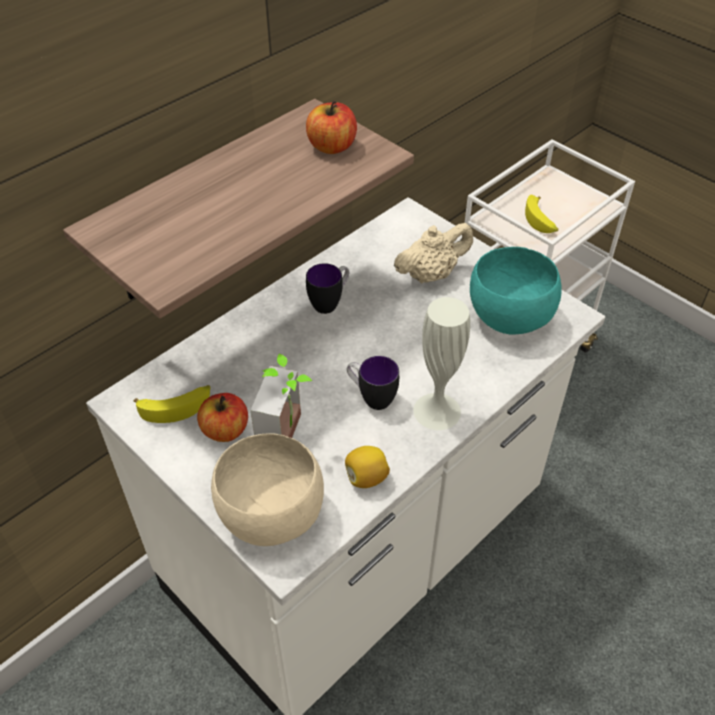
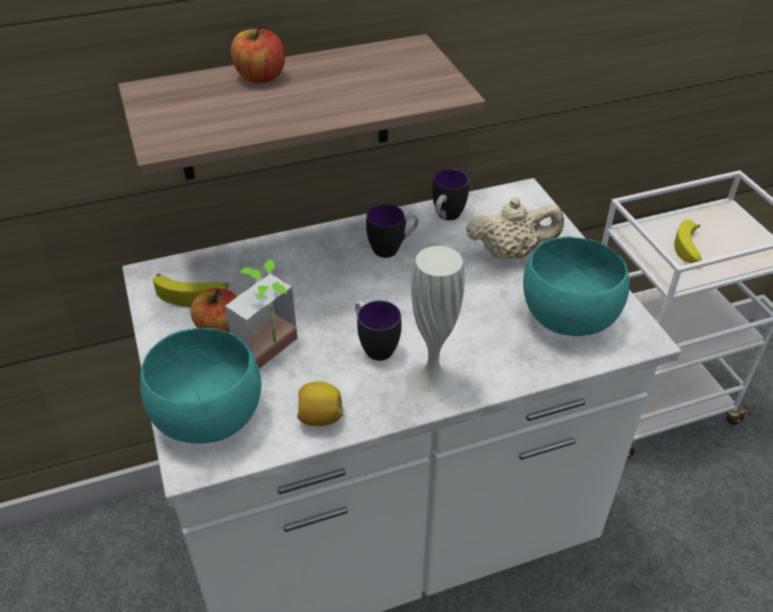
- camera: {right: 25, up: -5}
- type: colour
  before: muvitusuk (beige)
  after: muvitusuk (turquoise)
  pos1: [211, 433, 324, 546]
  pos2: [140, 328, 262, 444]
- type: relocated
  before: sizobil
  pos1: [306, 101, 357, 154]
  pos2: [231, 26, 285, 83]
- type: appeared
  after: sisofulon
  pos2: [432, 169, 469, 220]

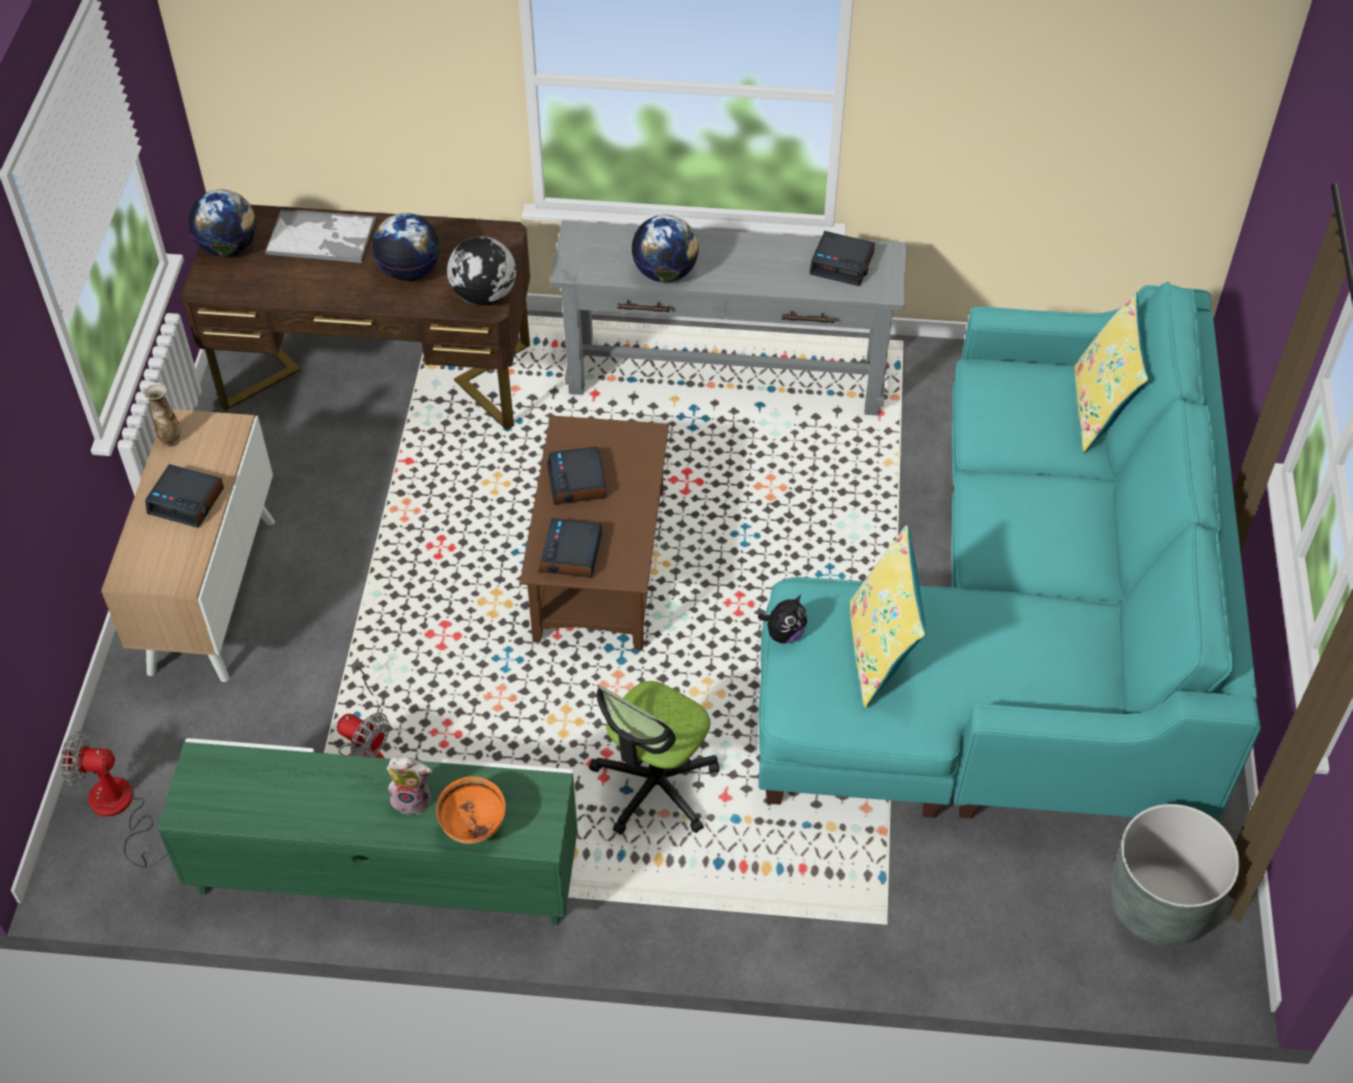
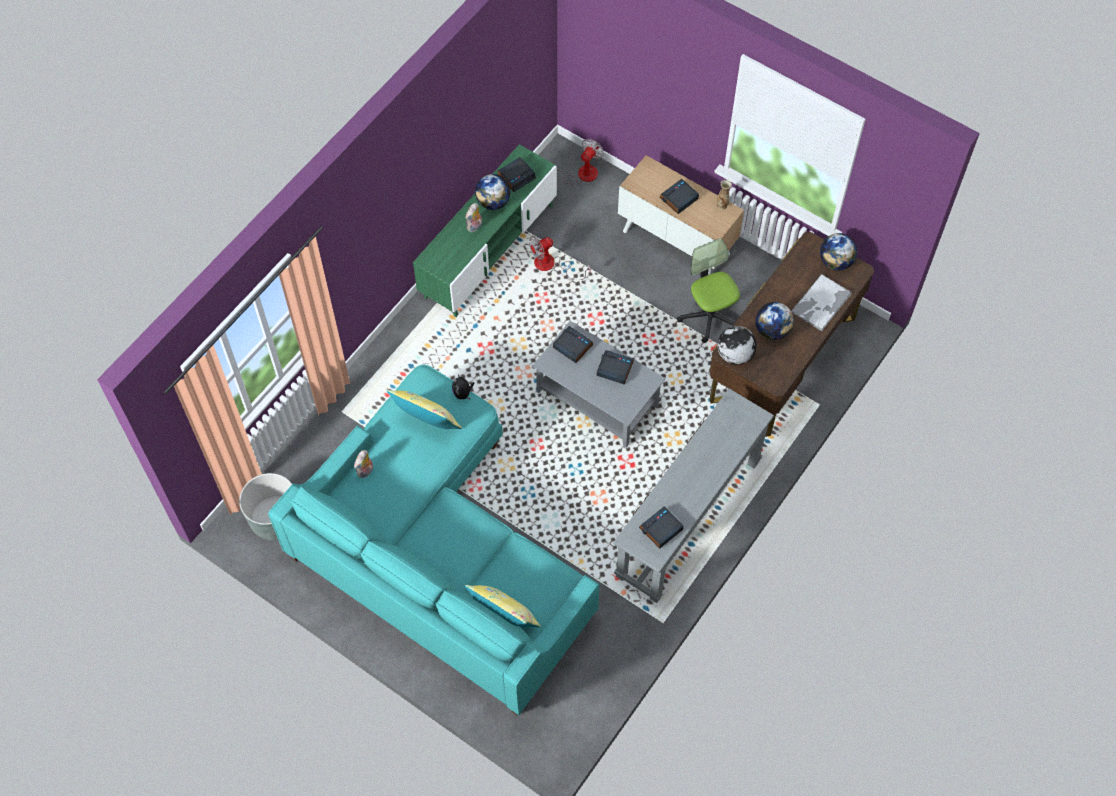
- camera: {right: 120, up: 10}
- type: missing
  before: muvitusuk (orange)
  pos1: [436, 776, 506, 844]
- type: colour
  before: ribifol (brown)
  after: ribifol (grey)
  pos1: [520, 415, 669, 651]
  pos2: [532, 321, 666, 448]
- type: relocated
  before: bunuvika
  pos1: [589, 681, 719, 835]
  pos2: [677, 239, 740, 343]
- type: relocated
  before: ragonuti
  pos1: [631, 215, 699, 283]
  pos2: [475, 174, 511, 210]
- type: appeared
  after: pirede
  pos2: [354, 450, 374, 478]
- type: appeared
  after: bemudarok
  pos2: [497, 157, 536, 192]

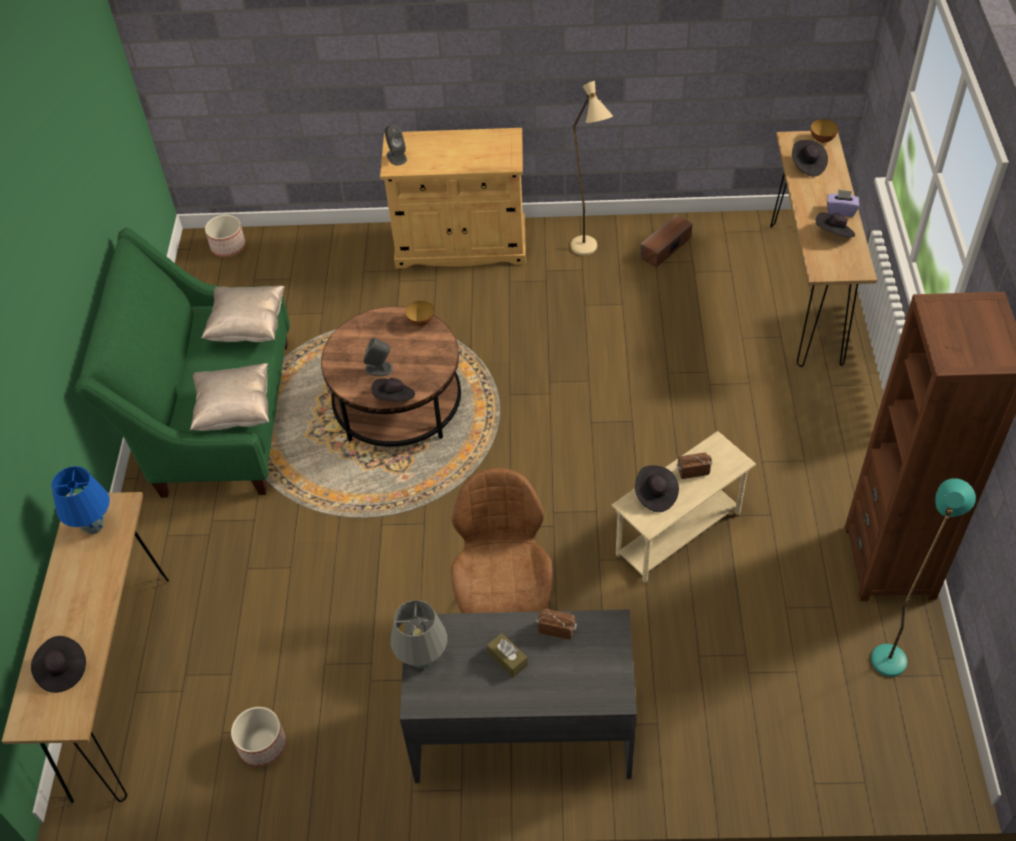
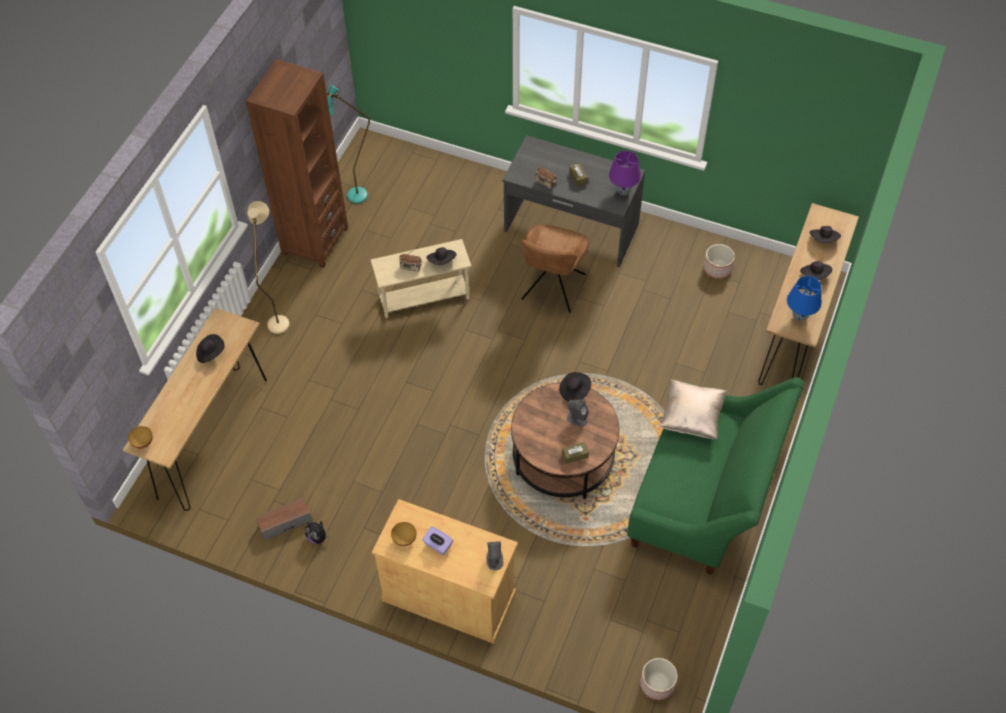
- camera: {right: -160, up: 5}
- type: missing
  before: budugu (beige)
  pos1: [201, 286, 285, 342]
- type: colour
  before: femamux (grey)
  after: femamux (purple)
  pos1: [391, 600, 447, 668]
  pos2: [609, 151, 641, 195]
- type: relocated
  before: muvitusuk
  pos1: [405, 301, 434, 326]
  pos2: [391, 522, 416, 546]
- type: relocated
  before: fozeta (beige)
  pos1: [571, 81, 613, 256]
  pos2: [247, 201, 289, 334]
- type: relocated
  before: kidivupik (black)
  pos1: [792, 140, 828, 177]
  pos2: [800, 261, 832, 280]
- type: relocated
  before: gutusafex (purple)
  pos1: [827, 189, 859, 217]
  pos2: [422, 526, 453, 555]
- type: appeared
  after: pirede
  pos2: [305, 521, 330, 544]
- type: appeared
  after: gutusafex (brown)
  pos2: [562, 442, 589, 464]

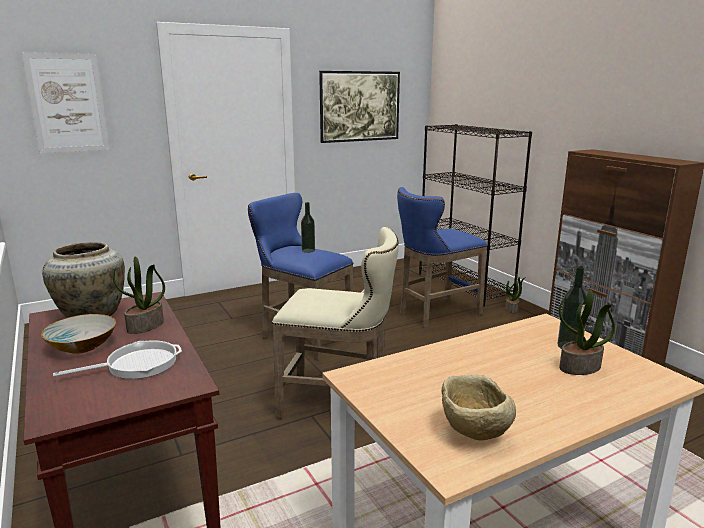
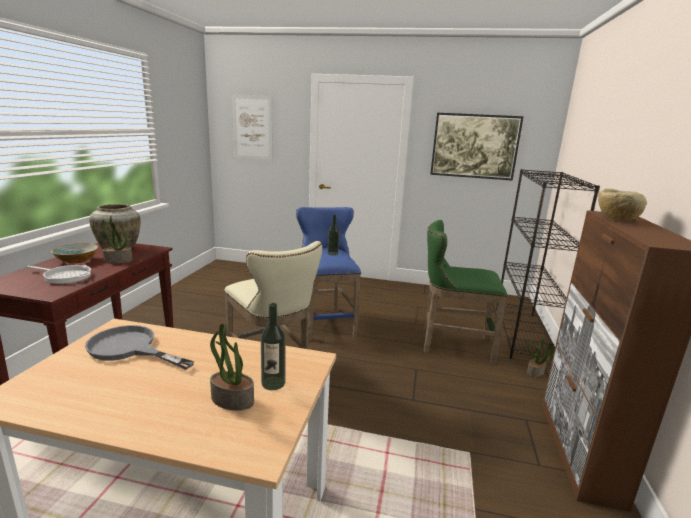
- camera: {right: 40, up: 0}
- type: colour
  before: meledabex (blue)
  after: meledabex (green)
  pos1: [397, 187, 487, 328]
  pos2: [423, 220, 508, 364]
- type: relocated
  before: muvitusuk (beige)
  pos1: [441, 374, 516, 441]
  pos2: [598, 189, 647, 221]
- type: appeared
  after: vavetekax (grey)
  pos2: [85, 325, 194, 370]

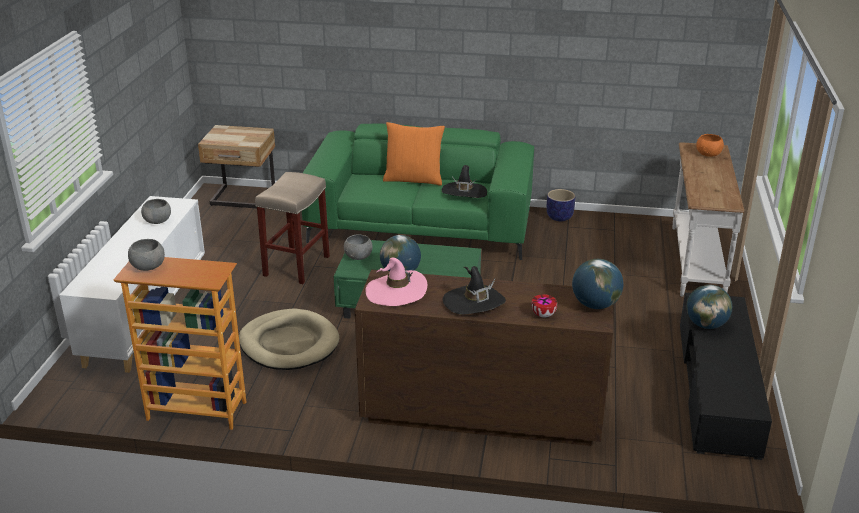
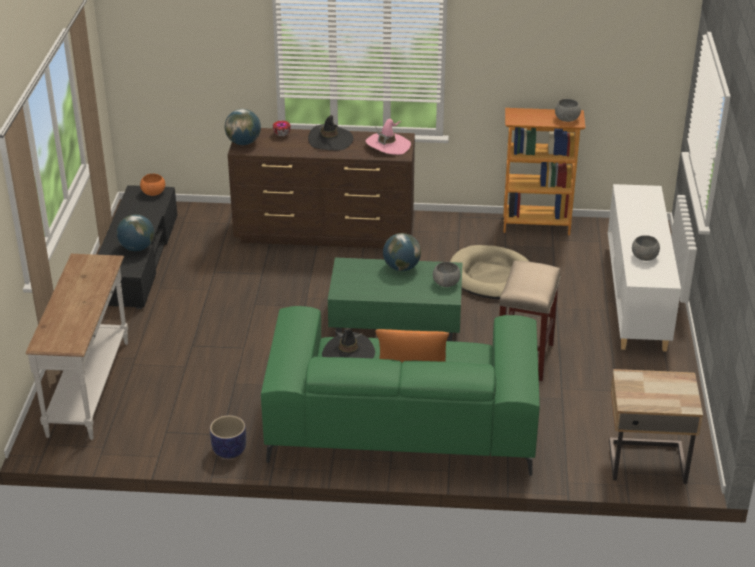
- camera: {right: 175, up: 5}
- type: relocated
  before: muvitusuk (orange)
  pos1: [696, 134, 724, 157]
  pos2: [140, 174, 165, 196]

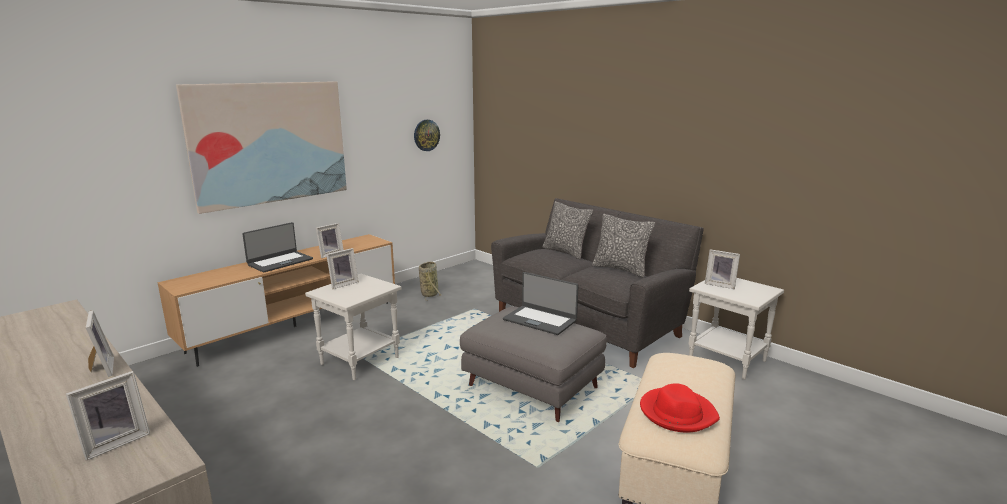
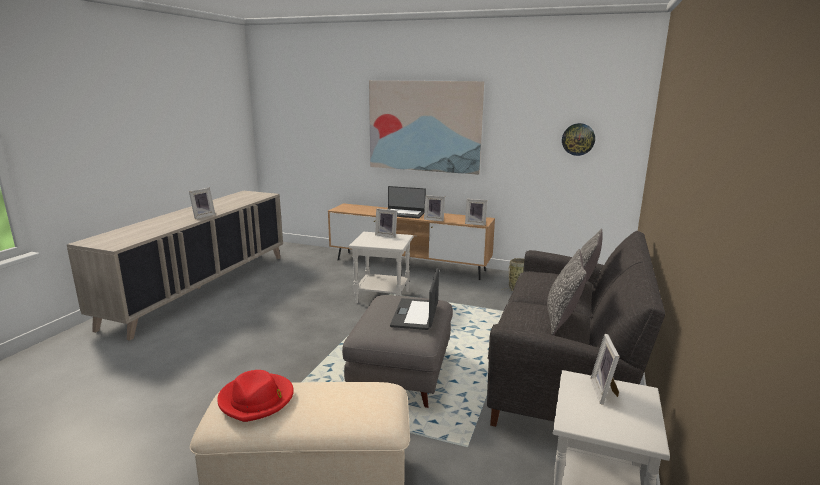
- camera: {right: 65, up: 0}
- type: relocated
  before: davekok
  pos1: [66, 371, 150, 461]
  pos2: [465, 199, 487, 226]

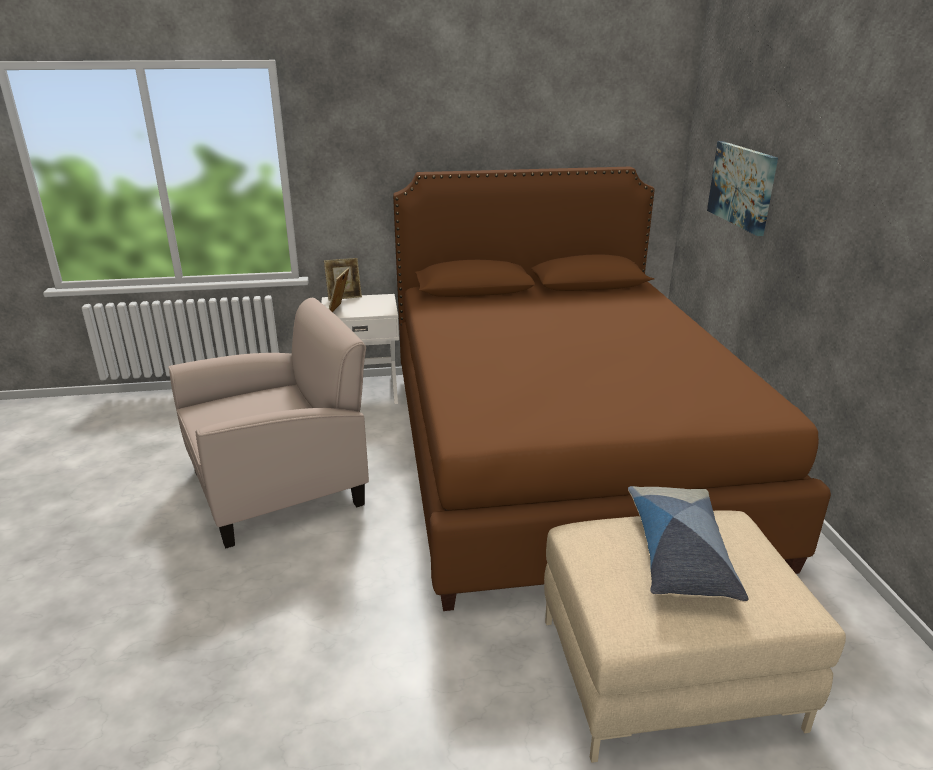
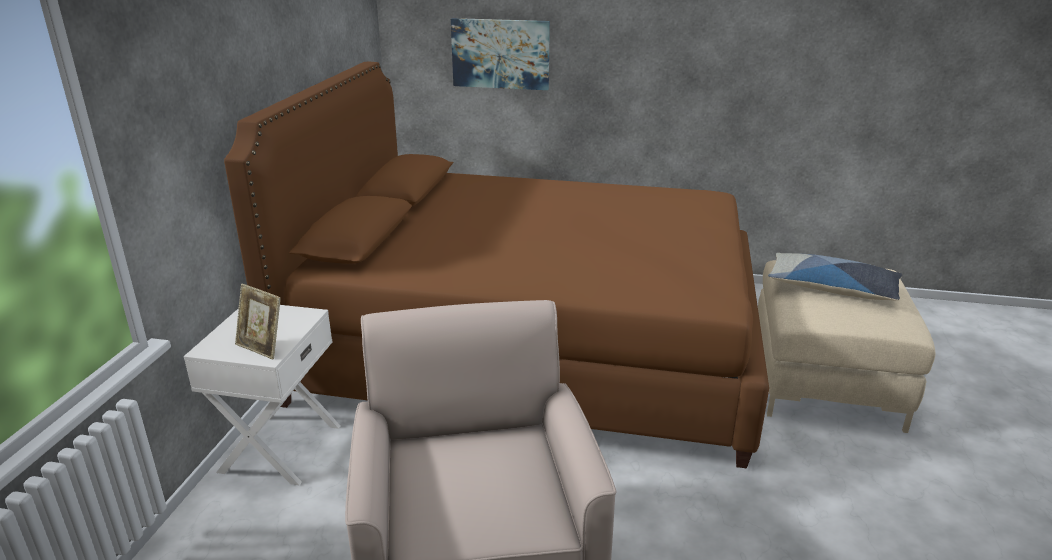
- camera: {right: -70, up: 0}
- type: missing
  before: davekok
  pos1: [324, 258, 362, 301]

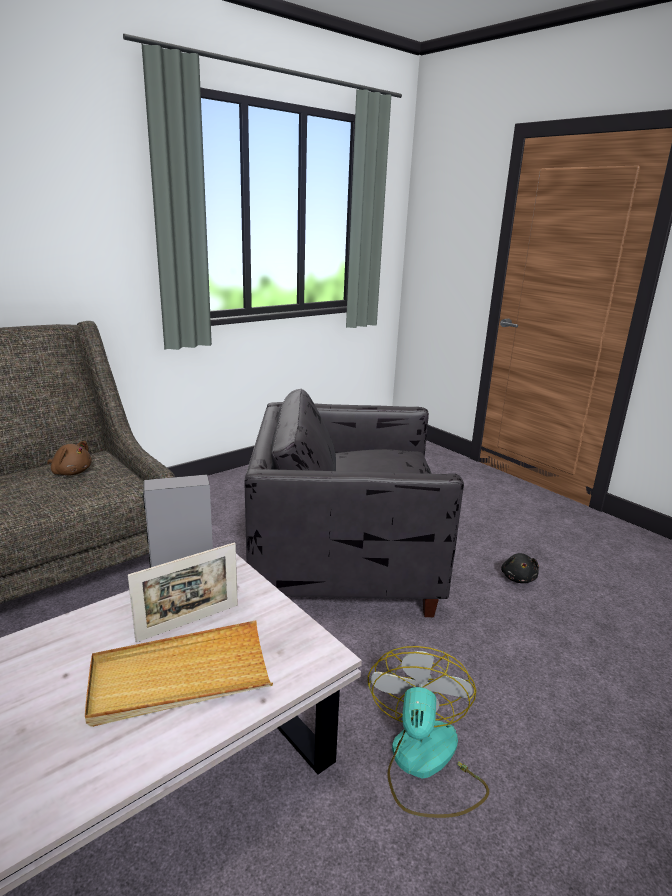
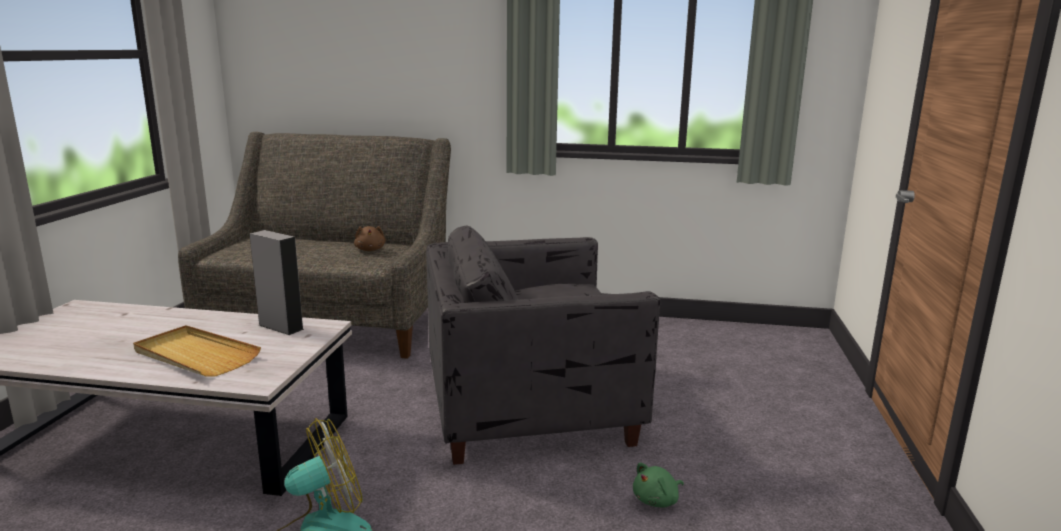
- camera: {right: 50, up: -5}
- type: missing
  before: davekok
  pos1: [128, 542, 238, 643]
- type: spun
  before: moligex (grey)
  pos1: [244, 389, 464, 617]
  pos2: [426, 225, 660, 465]
  turn: -60
- type: colour
  before: pirede (black)
  after: pirede (green)
  pos1: [501, 553, 539, 583]
  pos2: [633, 463, 684, 507]

